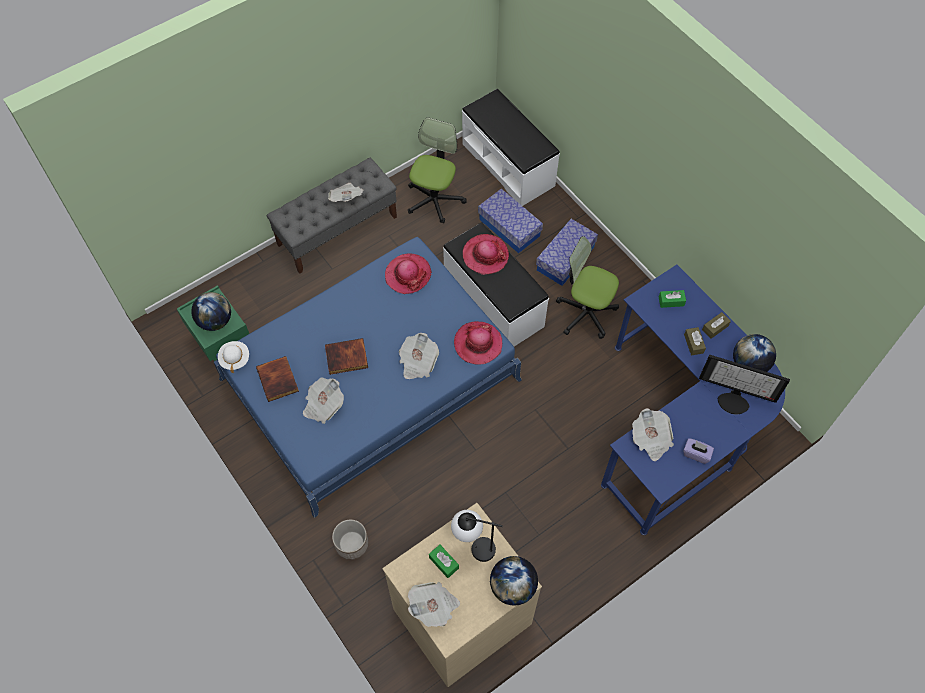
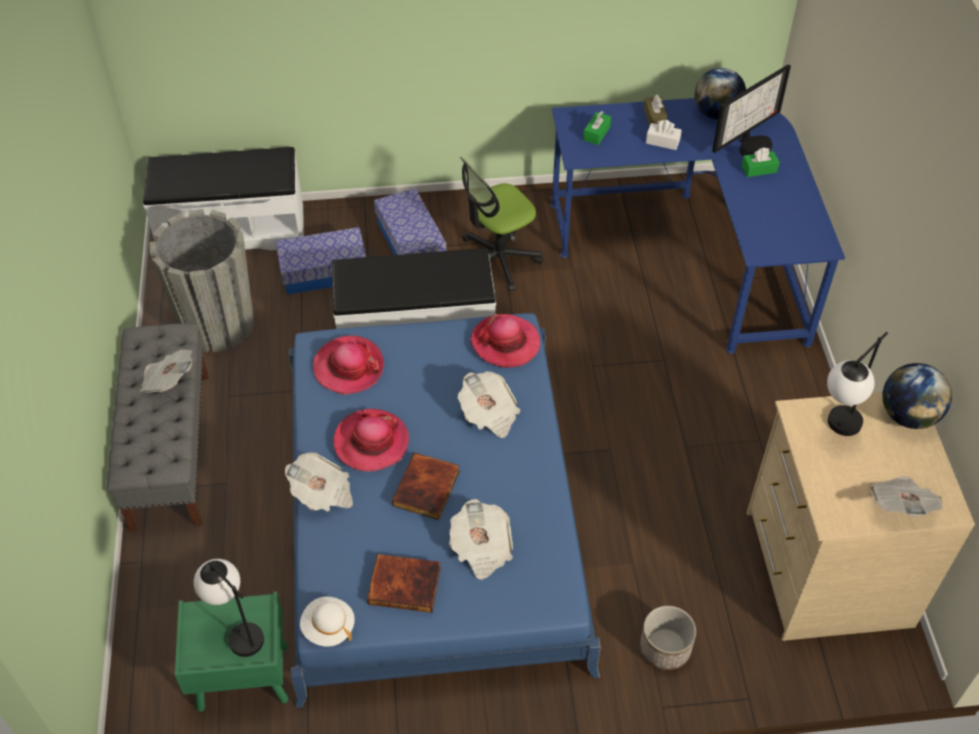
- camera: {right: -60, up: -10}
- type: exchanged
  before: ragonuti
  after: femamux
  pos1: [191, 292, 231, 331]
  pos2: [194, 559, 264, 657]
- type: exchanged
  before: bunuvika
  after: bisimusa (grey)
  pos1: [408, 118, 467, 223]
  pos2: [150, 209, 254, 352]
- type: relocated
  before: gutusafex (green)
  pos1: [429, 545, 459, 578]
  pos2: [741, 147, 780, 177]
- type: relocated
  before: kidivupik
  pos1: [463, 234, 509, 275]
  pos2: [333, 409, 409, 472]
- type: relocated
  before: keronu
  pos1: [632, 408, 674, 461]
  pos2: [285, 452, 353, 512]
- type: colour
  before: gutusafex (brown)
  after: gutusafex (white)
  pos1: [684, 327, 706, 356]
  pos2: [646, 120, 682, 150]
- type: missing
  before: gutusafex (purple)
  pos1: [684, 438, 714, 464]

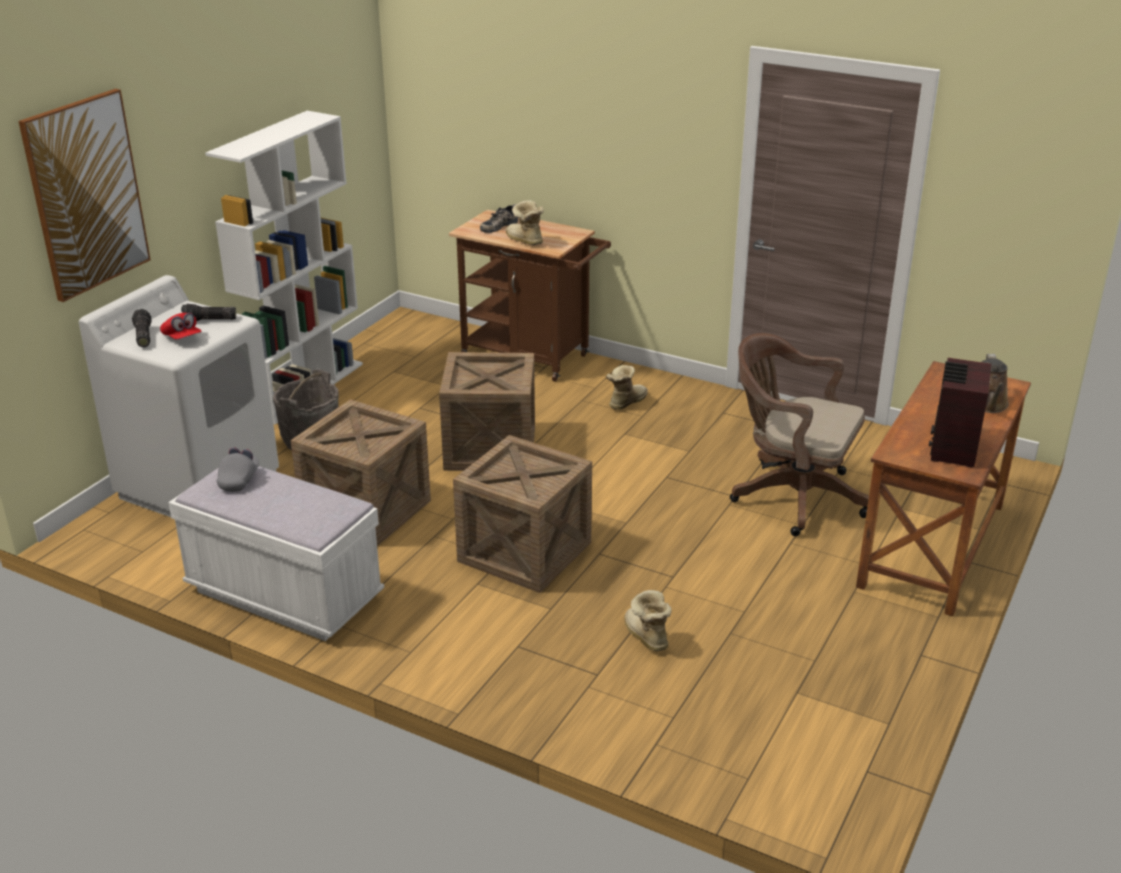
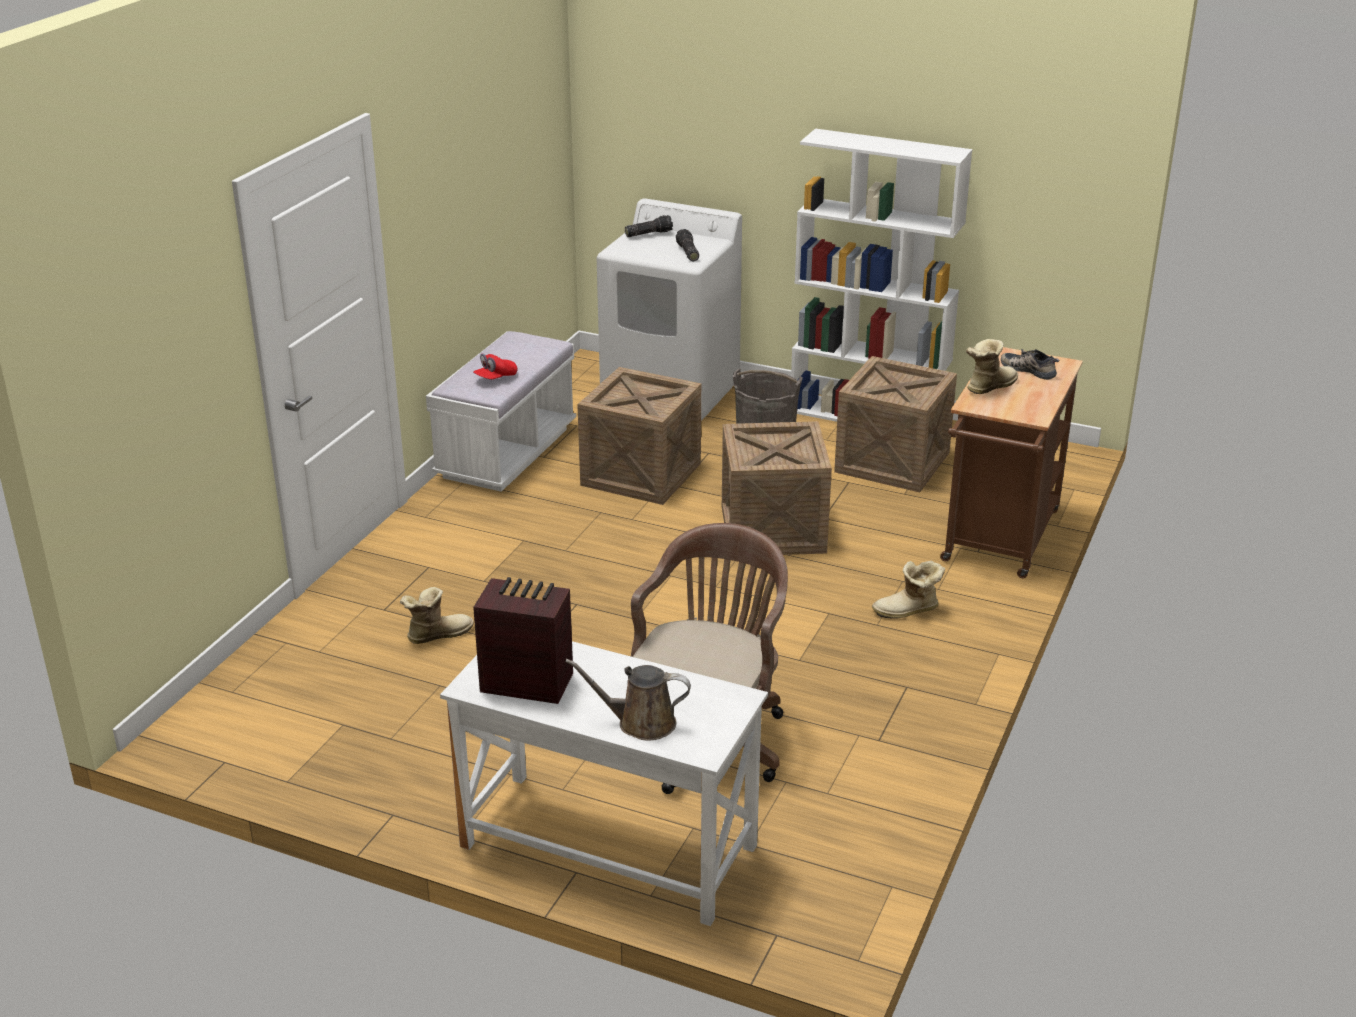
- camera: {right: 85, up: 0}
- type: missing
  before: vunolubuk
  pos1: [18, 89, 151, 302]
- type: relocated
  before: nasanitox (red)
  pos1: [160, 313, 202, 339]
  pos2: [473, 353, 517, 379]
- type: missing
  before: nasanitox (grey)
  pos1: [217, 447, 259, 492]
- type: relocated
  before: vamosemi
  pos1: [453, 435, 592, 593]
  pos2: [834, 356, 957, 492]
- type: spun
  before: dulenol
  pos1: [606, 365, 648, 410]
  pos2: [872, 560, 945, 619]
  turn: 135
- type: colour
  before: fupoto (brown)
  after: fupoto (white)
  pos1: [856, 361, 1031, 616]
  pos2: [440, 641, 768, 926]

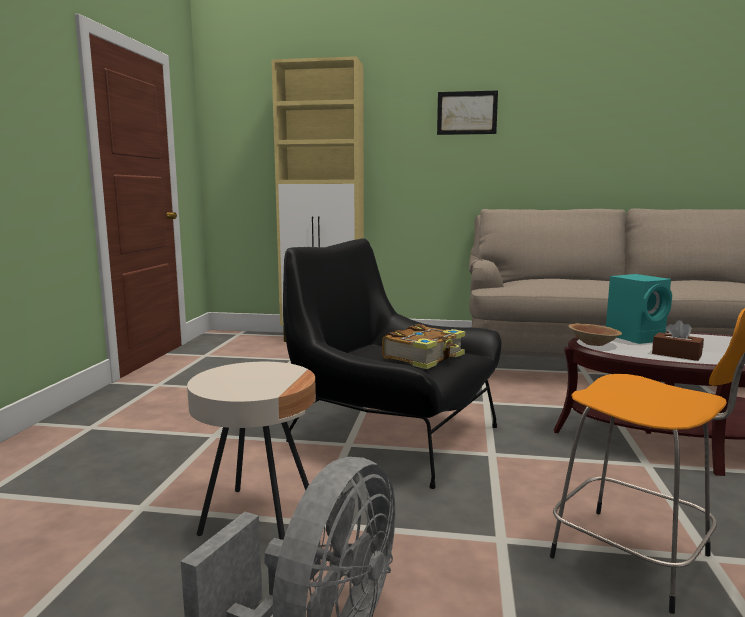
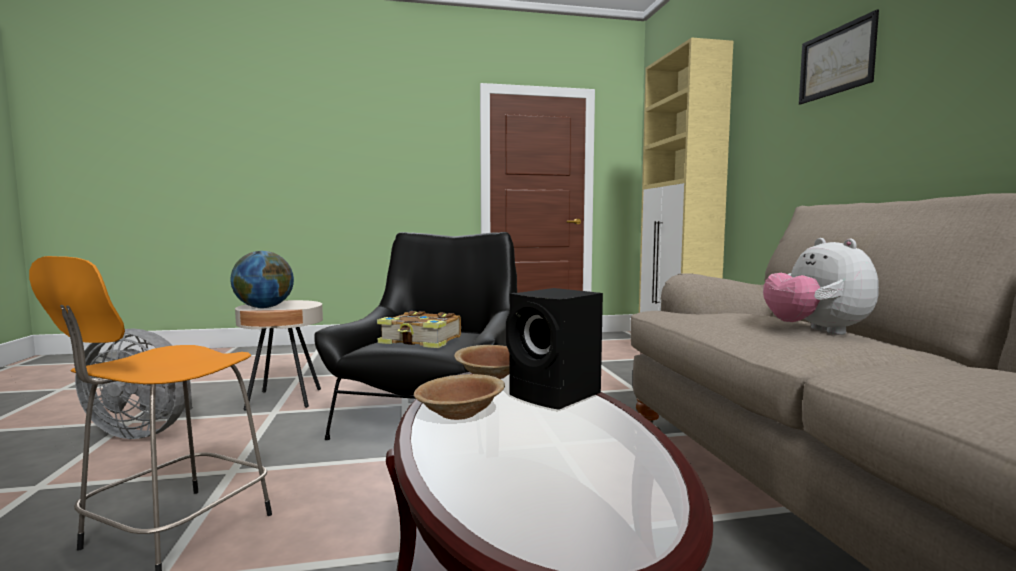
- camera: {right: 70, up: -5}
- type: colour
  before: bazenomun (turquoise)
  after: bazenomun (black)
  pos1: [606, 274, 672, 344]
  pos2: [506, 288, 603, 410]
- type: exchanged
  before: gutusafex (brown)
  after: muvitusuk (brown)
  pos1: [652, 320, 704, 361]
  pos2: [414, 374, 505, 420]
- type: appeared
  after: ragonuti
  pos2: [230, 251, 294, 308]
- type: appeared
  after: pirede
  pos2: [763, 238, 879, 335]

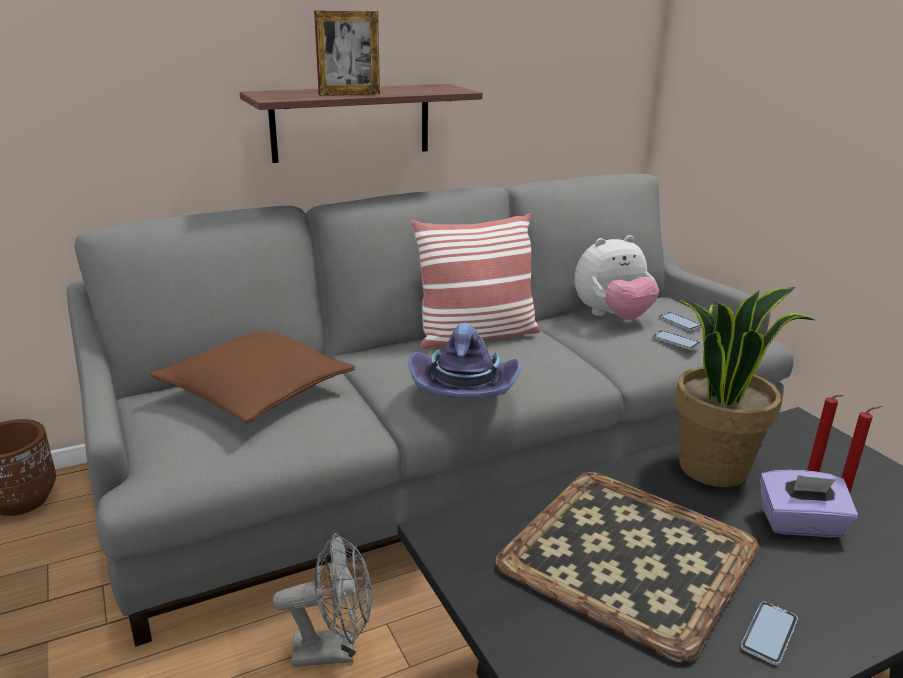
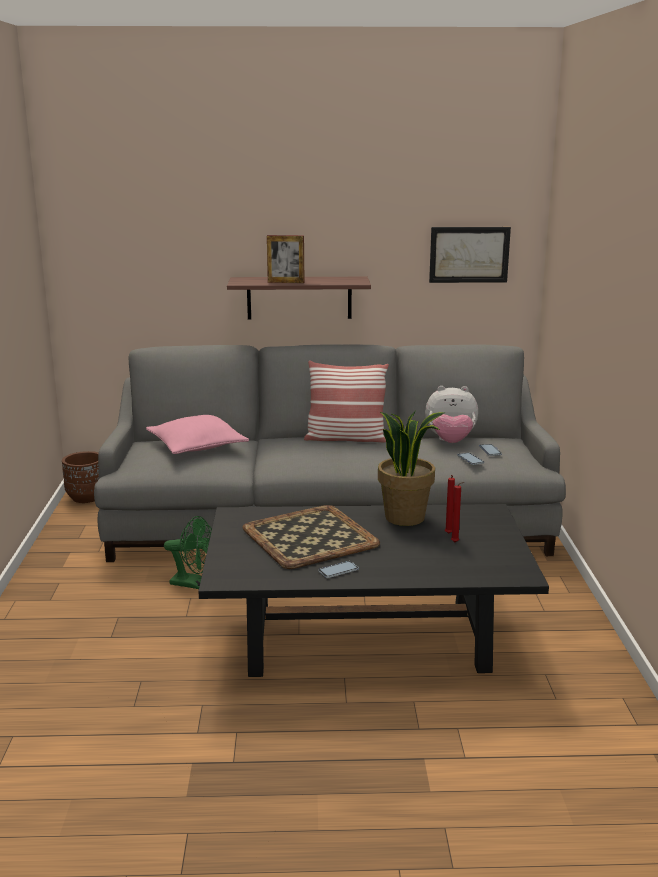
- camera: {right: 25, up: -5}
- type: colour
  before: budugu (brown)
  after: budugu (pink)
  pos1: [150, 332, 355, 423]
  pos2: [146, 415, 249, 454]
- type: colour
  before: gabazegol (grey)
  after: gabazegol (green)
  pos1: [272, 533, 372, 667]
  pos2: [164, 516, 212, 589]
- type: missing
  before: kidivupik (purple)
  pos1: [408, 323, 521, 398]
- type: missing
  before: gutusafex (purple)
  pos1: [760, 470, 858, 537]
- type: appeared
  after: vunolubuk
  pos2: [429, 227, 511, 283]

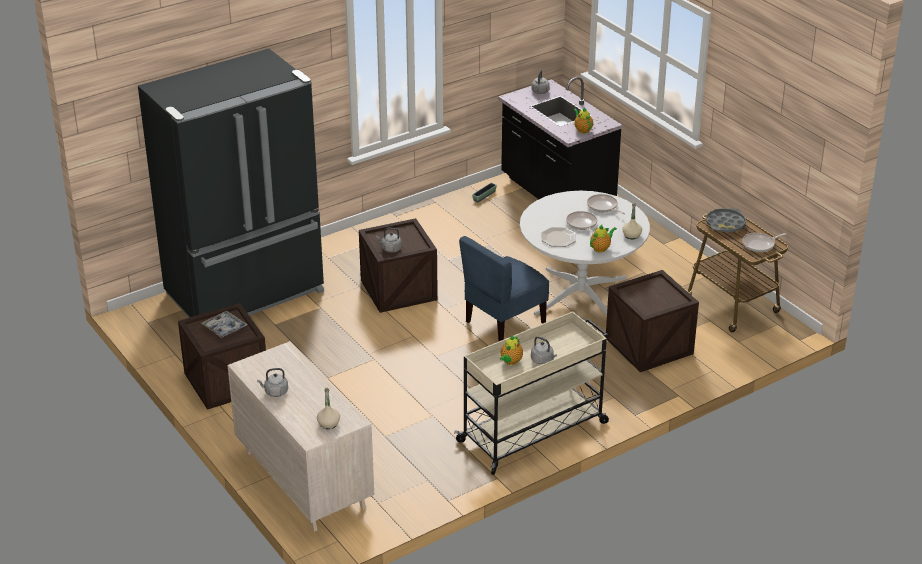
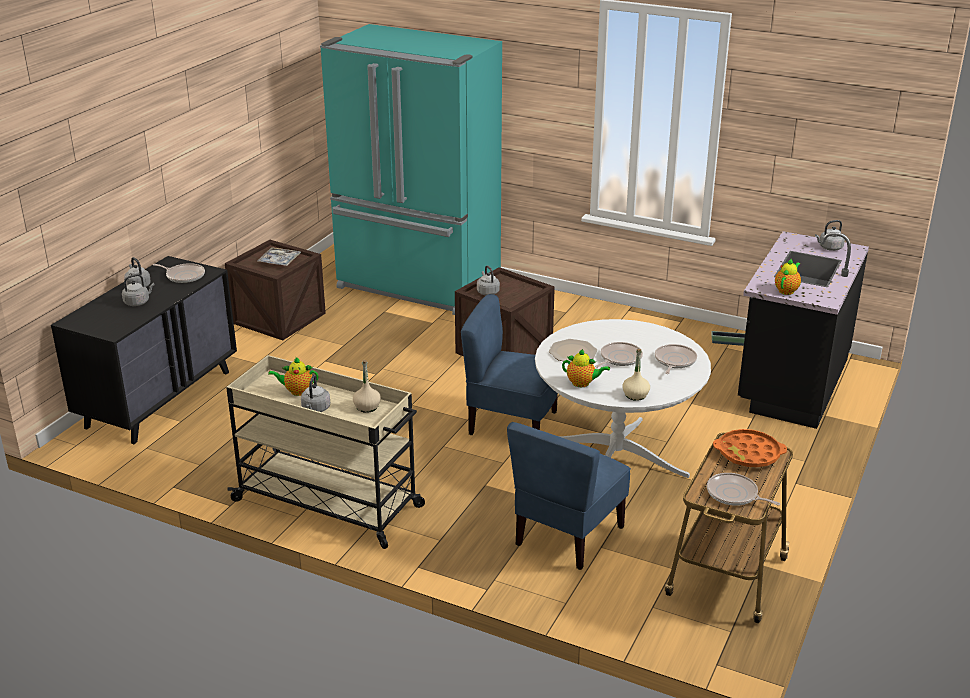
- camera: {right: 60, up: -5}
- type: colour
  before: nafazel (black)
  after: nafazel (turquoise)
  pos1: [138, 49, 324, 318]
  pos2: [320, 24, 502, 315]
- type: colour
  before: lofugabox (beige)
  after: lofugabox (black)
  pos1: [227, 341, 374, 532]
  pos2: [51, 256, 237, 444]
- type: relocated
  before: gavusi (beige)
  pos1: [317, 388, 340, 429]
  pos2: [353, 360, 381, 413]
- type: exchanged
  before: vamosemi
  after: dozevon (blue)
  pos1: [606, 270, 699, 372]
  pos2: [507, 422, 631, 570]
- type: colour
  before: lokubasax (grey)
  after: lokubasax (orange)
  pos1: [706, 208, 746, 233]
  pos2: [713, 429, 787, 467]
- type: appeared
  after: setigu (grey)
  pos2: [122, 274, 155, 306]
- type: appeared
  after: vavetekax
  pos2: [153, 263, 205, 283]

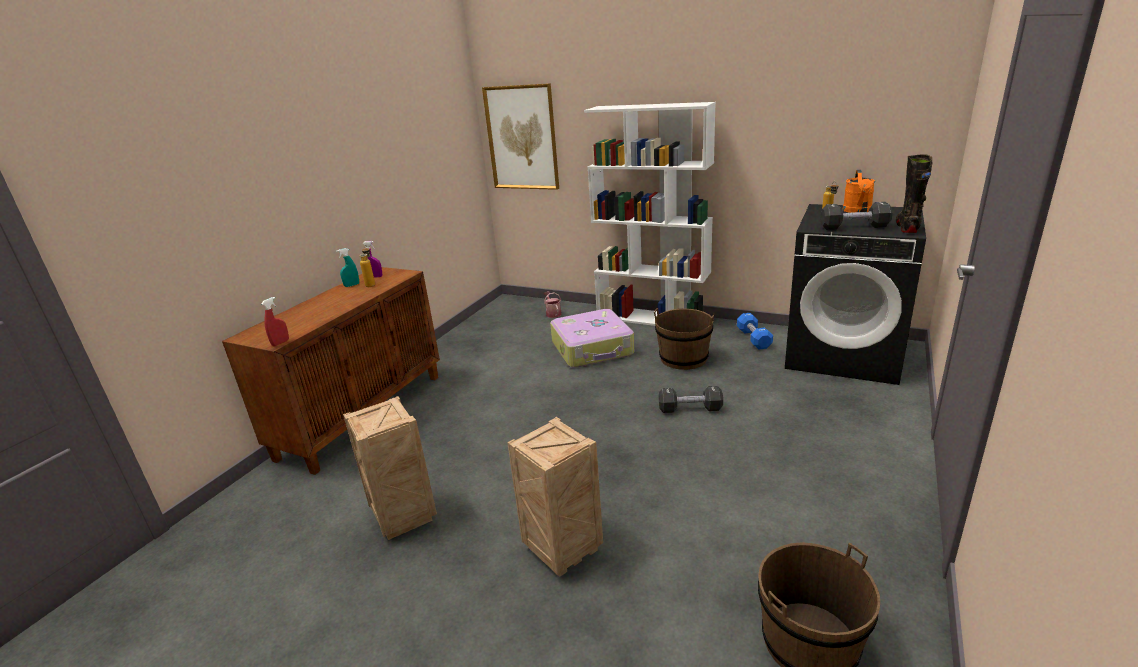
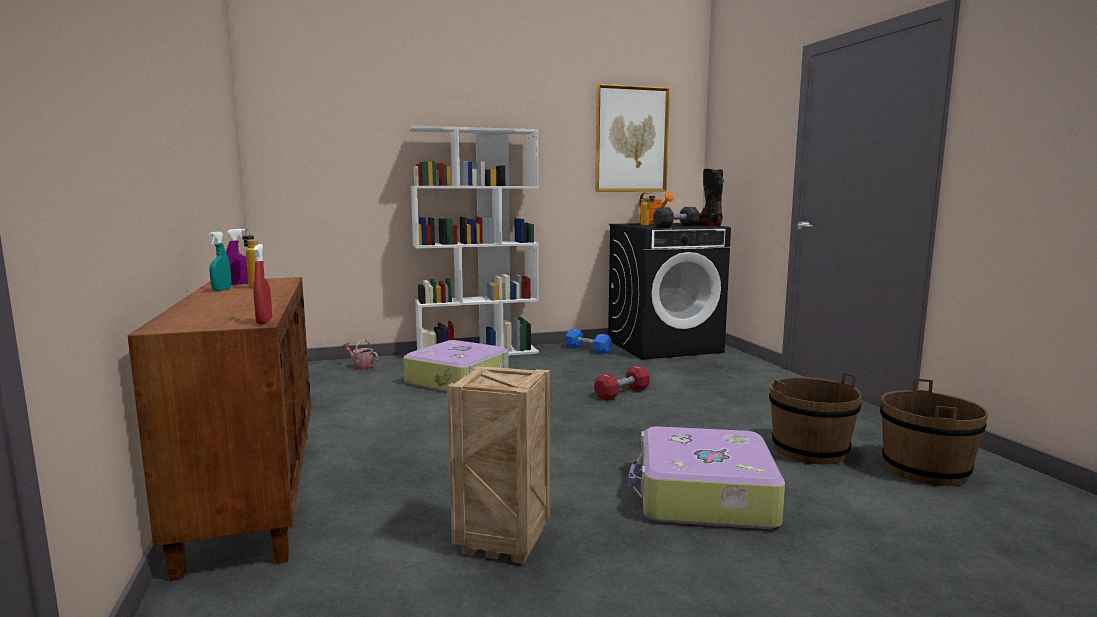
- camera: {right: -45, up: -15}
- type: relocated
  before: vunolubuk
  pos1: [482, 83, 559, 190]
  pos2: [595, 84, 670, 192]
- type: exchanged
  before: vamosemi
  after: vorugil
  pos1: [507, 417, 603, 577]
  pos2: [628, 426, 785, 529]
- type: relocated
  before: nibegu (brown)
  pos1: [654, 308, 715, 370]
  pos2: [769, 372, 862, 465]
- type: colour
  before: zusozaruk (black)
  after: zusozaruk (red)
  pos1: [658, 386, 723, 413]
  pos2: [594, 365, 650, 400]

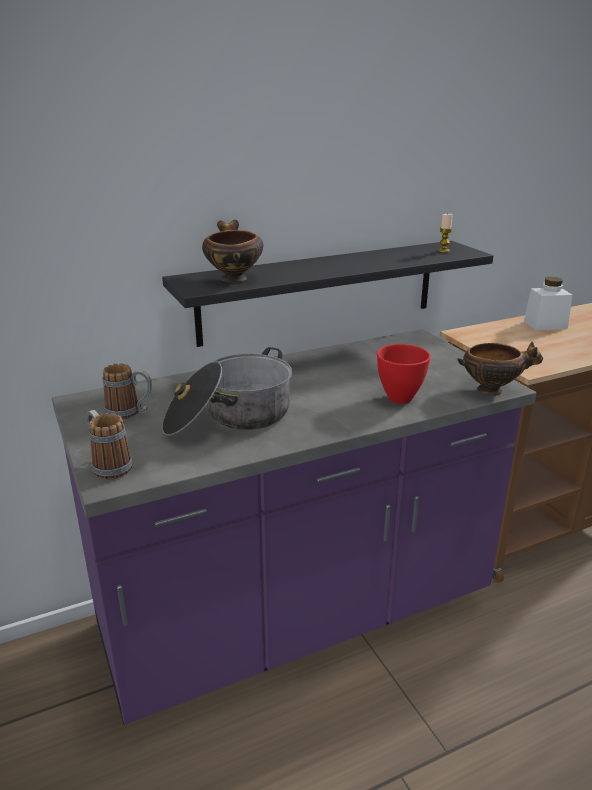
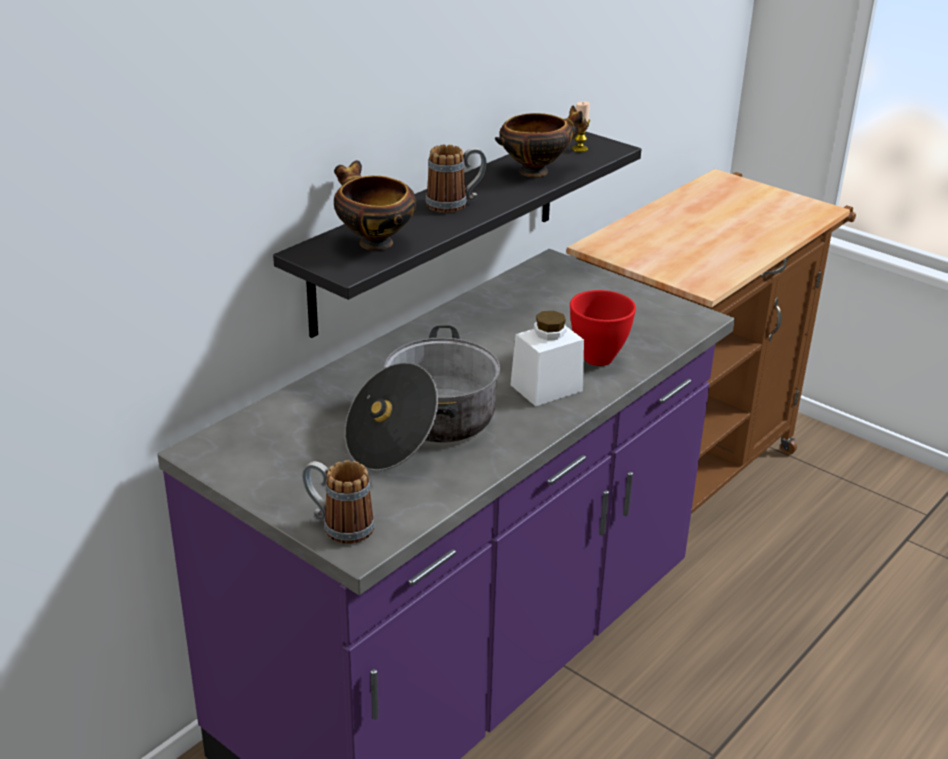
- camera: {right: -25, up: 5}
- type: relocated
  before: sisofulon
  pos1: [103, 363, 152, 420]
  pos2: [426, 145, 486, 213]
- type: relocated
  before: muvitusuk
  pos1: [457, 342, 543, 396]
  pos2: [495, 106, 588, 178]
- type: relocated
  before: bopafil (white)
  pos1: [524, 277, 573, 330]
  pos2: [511, 311, 584, 406]

